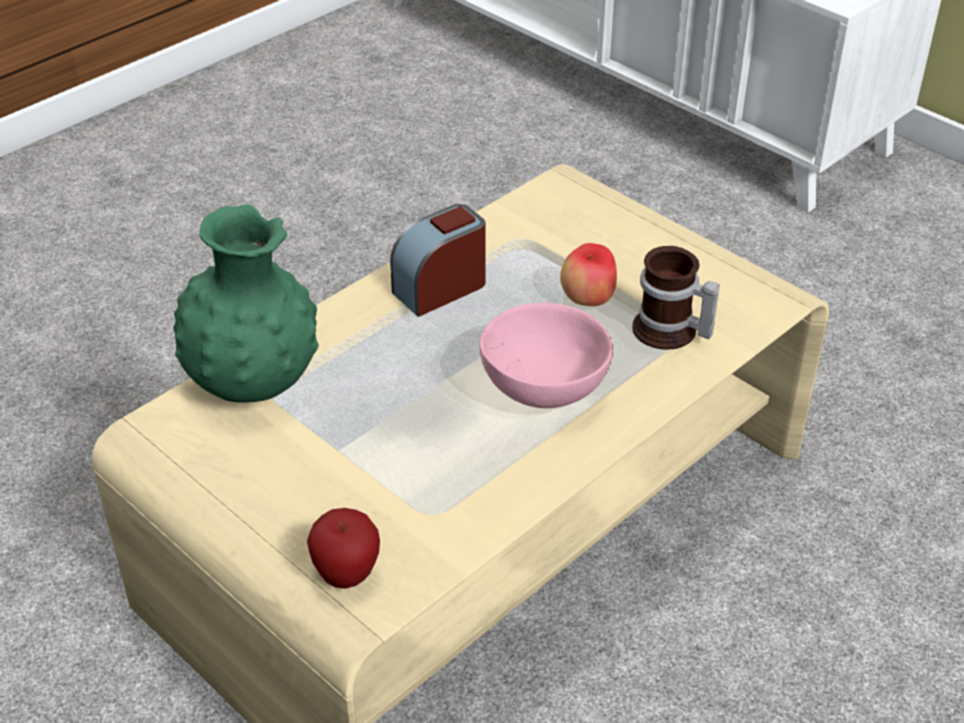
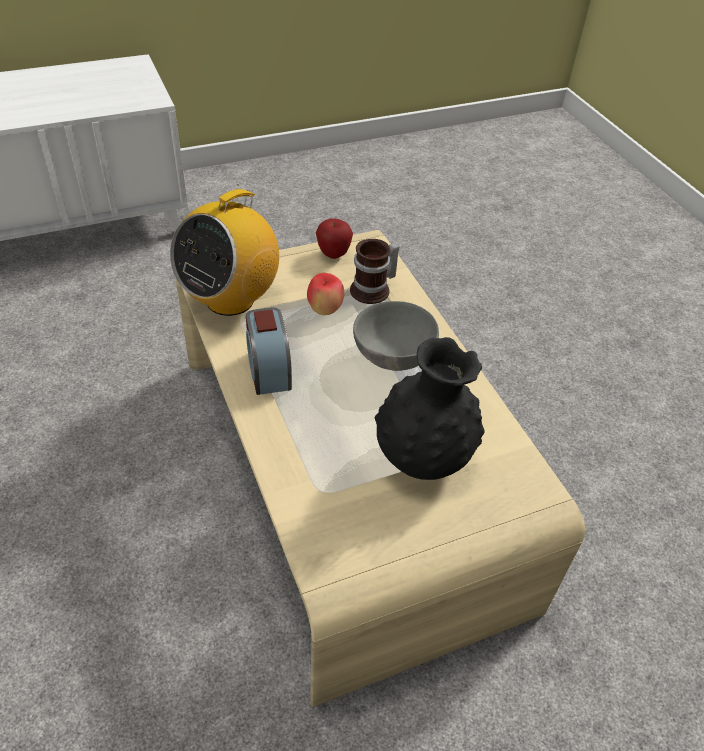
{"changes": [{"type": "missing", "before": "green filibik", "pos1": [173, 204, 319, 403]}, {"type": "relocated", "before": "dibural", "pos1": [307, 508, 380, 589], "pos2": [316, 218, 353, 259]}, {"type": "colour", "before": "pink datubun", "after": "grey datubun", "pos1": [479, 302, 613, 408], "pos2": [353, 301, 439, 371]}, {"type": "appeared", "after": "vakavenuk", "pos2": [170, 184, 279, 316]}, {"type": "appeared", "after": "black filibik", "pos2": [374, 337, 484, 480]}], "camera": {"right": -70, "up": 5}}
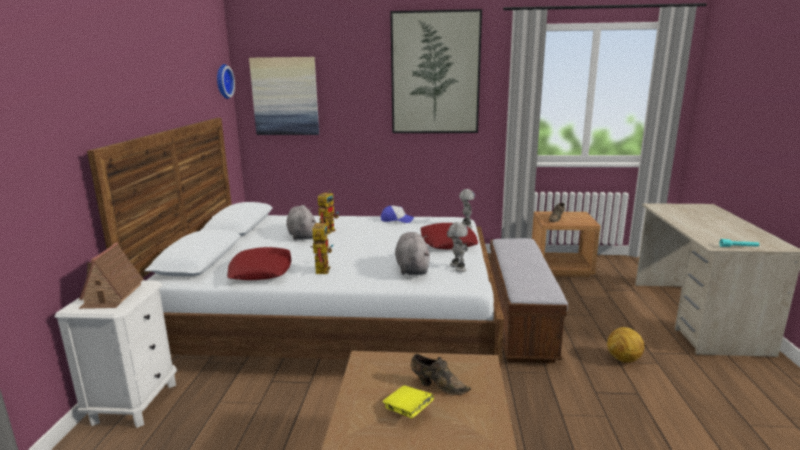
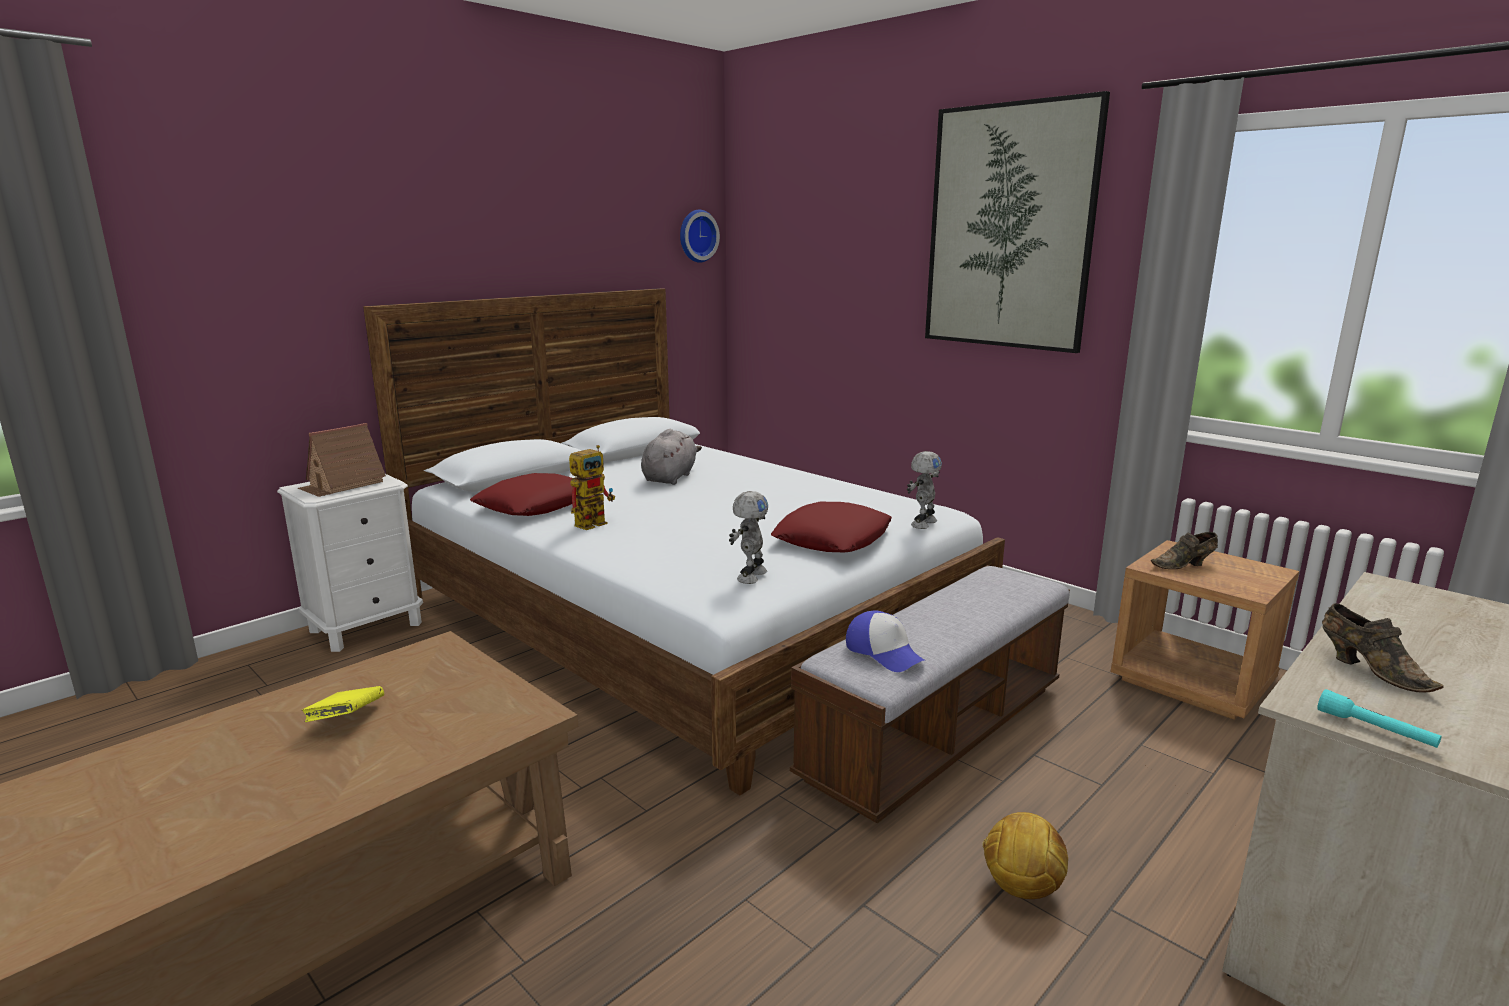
{"changes": [{"type": "missing", "before": "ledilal", "pos1": [249, 57, 319, 135]}, {"type": "missing", "before": "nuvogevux", "pos1": [318, 190, 339, 234]}, {"type": "relocated", "before": "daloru", "pos1": [381, 206, 414, 223], "pos2": [846, 610, 926, 672]}, {"type": "missing", "before": "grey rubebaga", "pos1": [395, 232, 430, 275]}, {"type": "relocated", "before": "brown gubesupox", "pos1": [411, 354, 471, 395], "pos2": [1322, 603, 1444, 693]}], "camera": {"right": 40, "up": 0}}
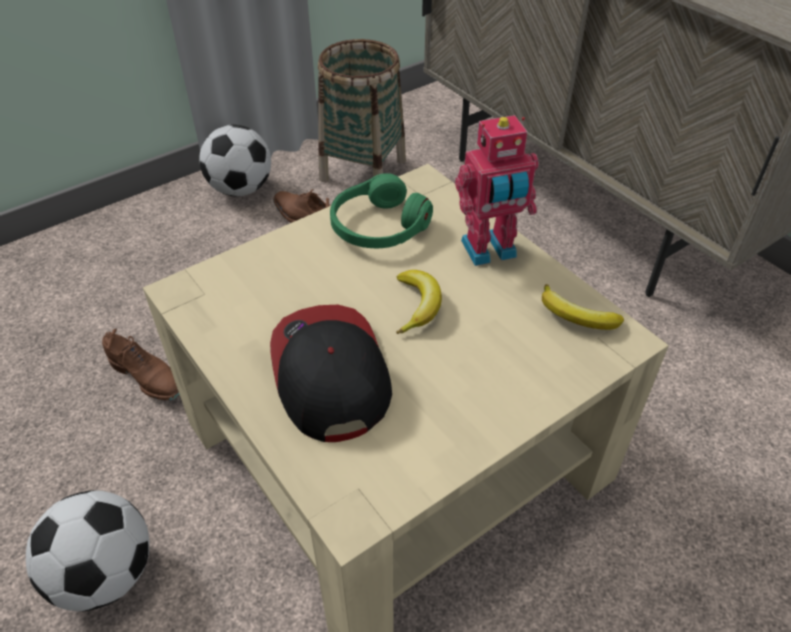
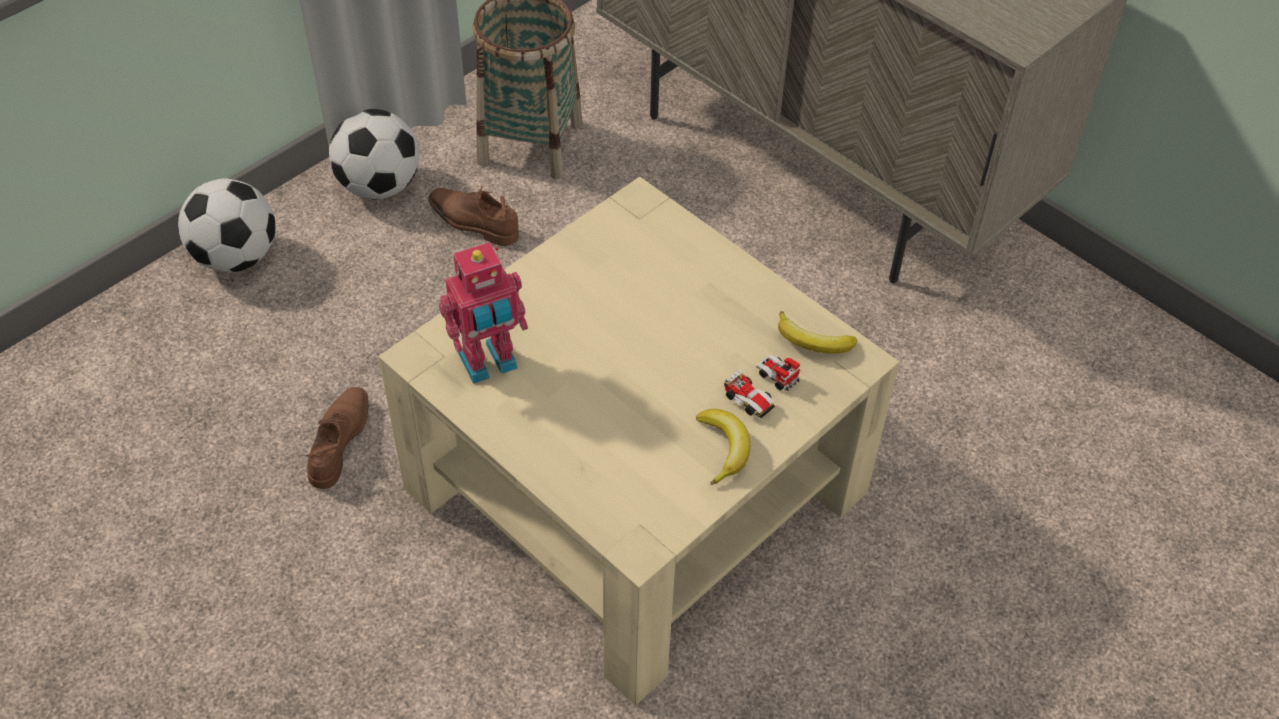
{"changes": [{"type": "relocated", "before": "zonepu", "pos1": [26, 490, 149, 611], "pos2": [178, 178, 275, 272]}, {"type": "spun", "before": "brown gubesupox", "pos1": [102, 329, 180, 401], "pos2": [306, 387, 368, 489], "turn": -105}, {"type": "missing", "before": "daloru", "pos1": [270, 305, 392, 442]}, {"type": "missing", "before": "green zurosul", "pos1": [330, 173, 433, 248]}, {"type": "relocated", "before": "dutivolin", "pos1": [396, 270, 442, 334], "pos2": [696, 409, 750, 485]}, {"type": "relocated", "before": "nuvogevux", "pos1": [455, 115, 538, 266], "pos2": [439, 242, 528, 384]}, {"type": "appeared", "after": "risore", "pos2": [724, 354, 800, 419]}], "camera": {"right": -10, "up": 5}}
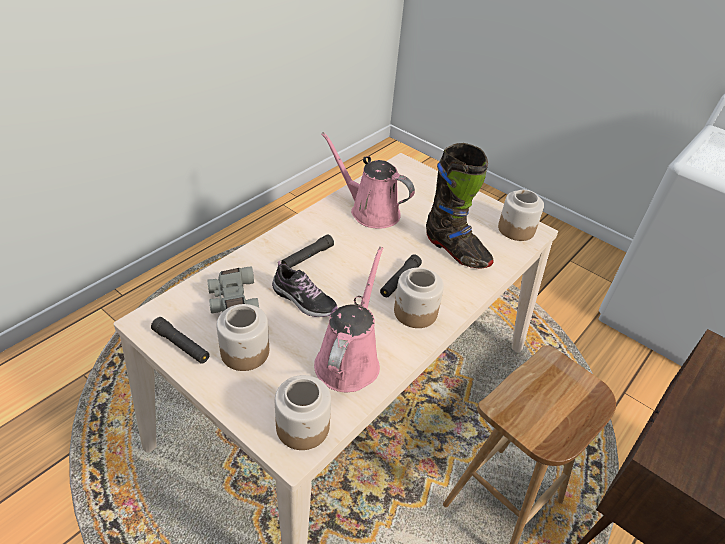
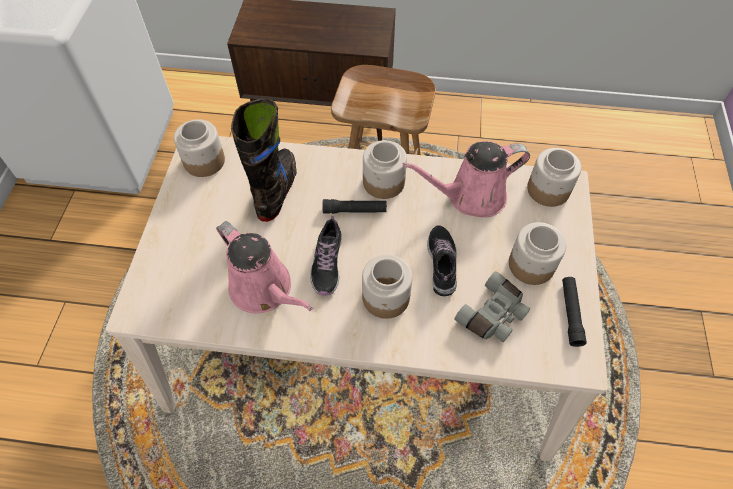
{"changes": [{"type": "exchanged", "before": "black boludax", "after": "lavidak", "pos1": [281, 234, 334, 268], "pos2": [362, 255, 412, 319]}, {"type": "spun", "before": "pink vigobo", "pos1": [321, 132, 415, 229], "pos2": [216, 221, 313, 313], "turn": -45}, {"type": "appeared", "after": "gubesupox", "pos2": [310, 215, 342, 295]}], "camera": {"right": -120, "up": 15}}
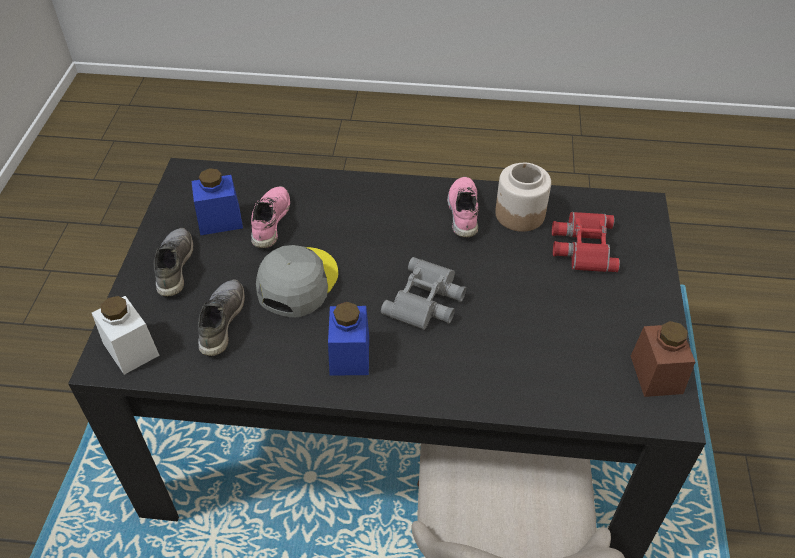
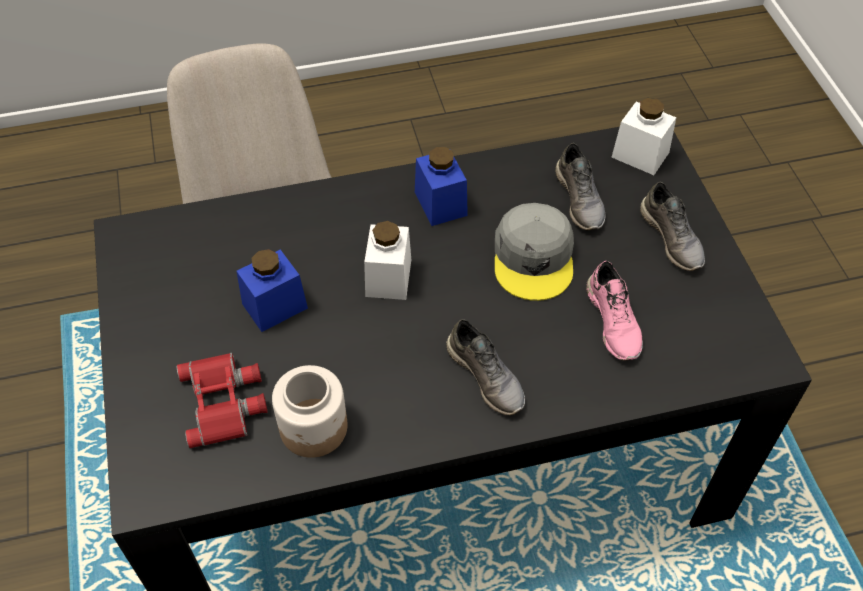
{"changes": [{"type": "relocated", "before": "blue lavidak", "pos1": [191, 168, 243, 236], "pos2": [236, 249, 308, 332]}, {"type": "exchanged", "before": "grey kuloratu", "after": "white lavidak", "pos1": [381, 257, 466, 330], "pos2": [364, 221, 411, 300]}, {"type": "missing", "before": "pink gubesupox", "pos1": [447, 177, 478, 238]}, {"type": "missing", "before": "brown lavidak", "pos1": [631, 321, 695, 397]}, {"type": "appeared", "after": "grey gubesupox", "pos2": [446, 319, 525, 416]}], "camera": {"right": 160, "up": 5}}
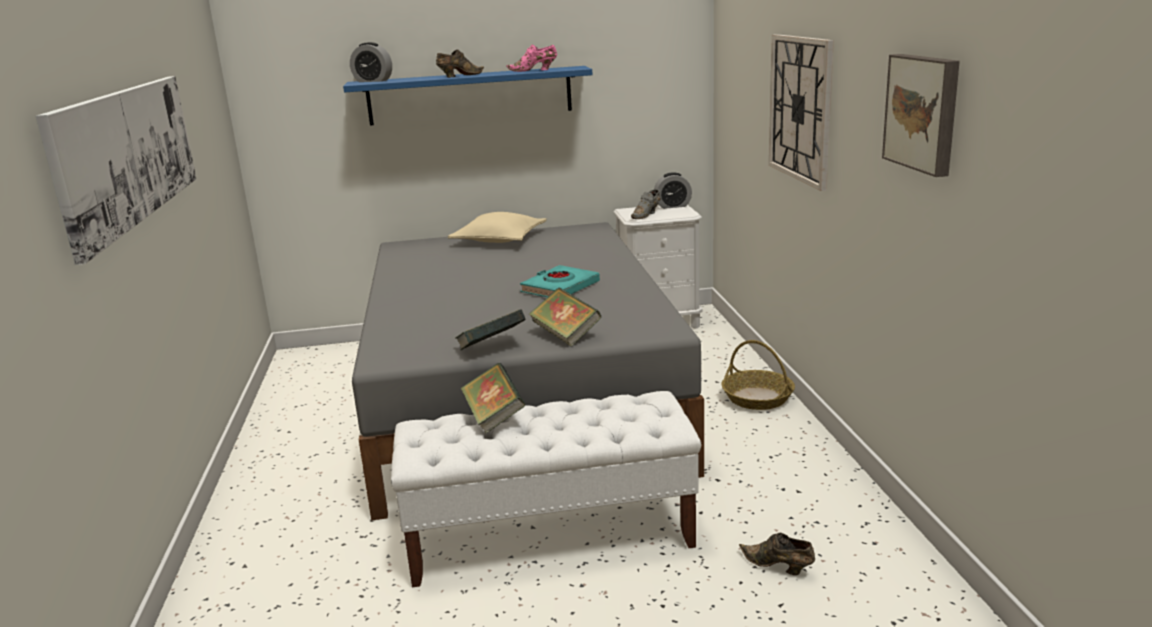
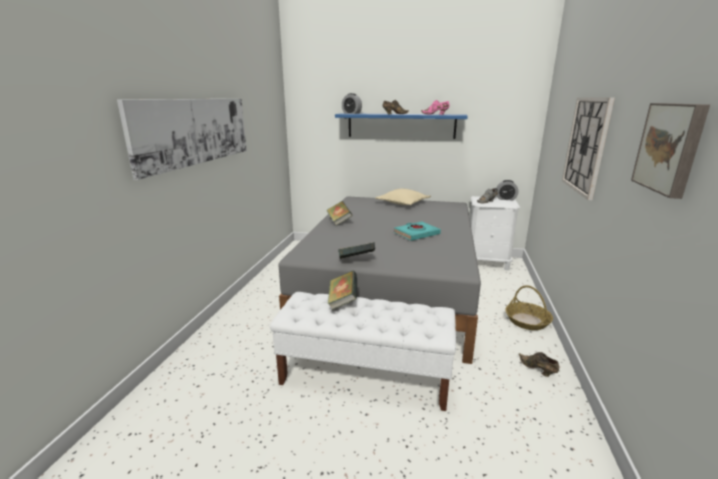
{"changes": [{"type": "relocated", "before": "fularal", "pos1": [529, 288, 601, 347], "pos2": [327, 201, 353, 226]}, {"type": "relocated", "before": "brown gubesupox", "pos1": [739, 533, 815, 575], "pos2": [519, 352, 559, 377]}], "camera": {"right": 20, "up": 0}}
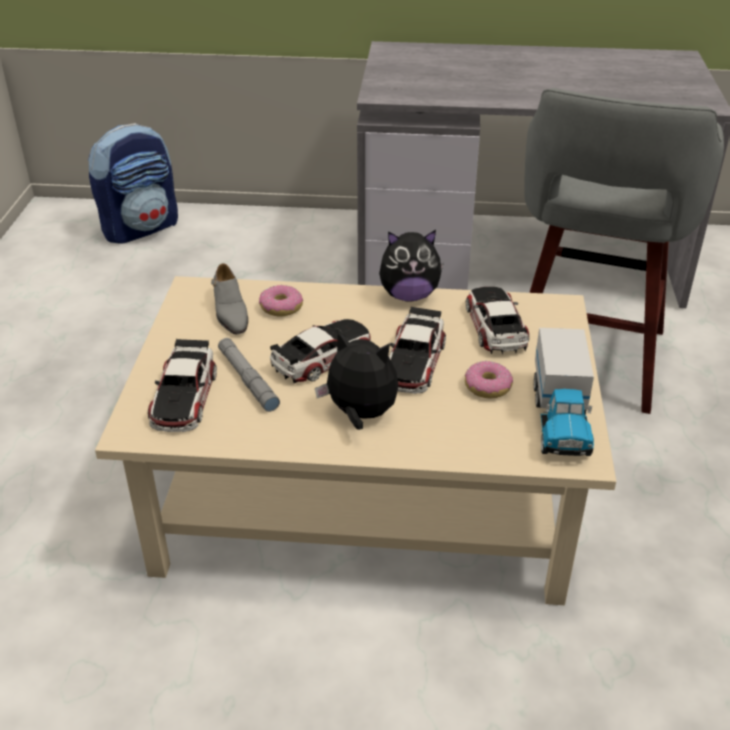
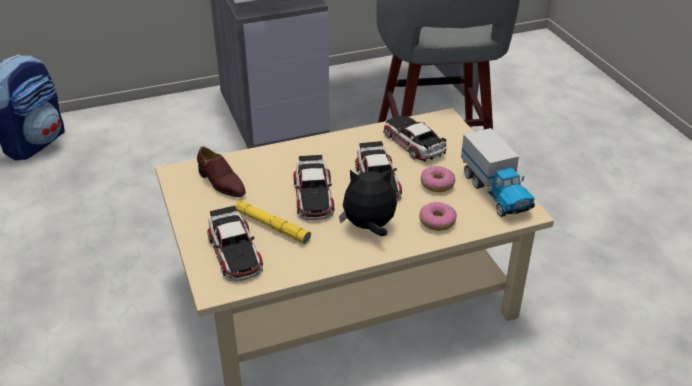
{"changes": [{"type": "colour", "before": "grey gubesupox", "after": "brown gubesupox", "pos1": [211, 263, 248, 334], "pos2": [197, 147, 246, 197]}, {"type": "colour", "before": "grey boludax", "after": "yellow boludax", "pos1": [218, 338, 280, 412], "pos2": [236, 200, 311, 244]}, {"type": "relocated", "before": "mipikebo", "pos1": [259, 285, 303, 317], "pos2": [419, 202, 457, 231]}, {"type": "spun", "before": "risore", "pos1": [270, 319, 371, 384], "pos2": [293, 155, 334, 220], "turn": 150}, {"type": "missing", "before": "rubebaga", "pos1": [379, 230, 444, 302]}], "camera": {"right": -25, "up": 0}}
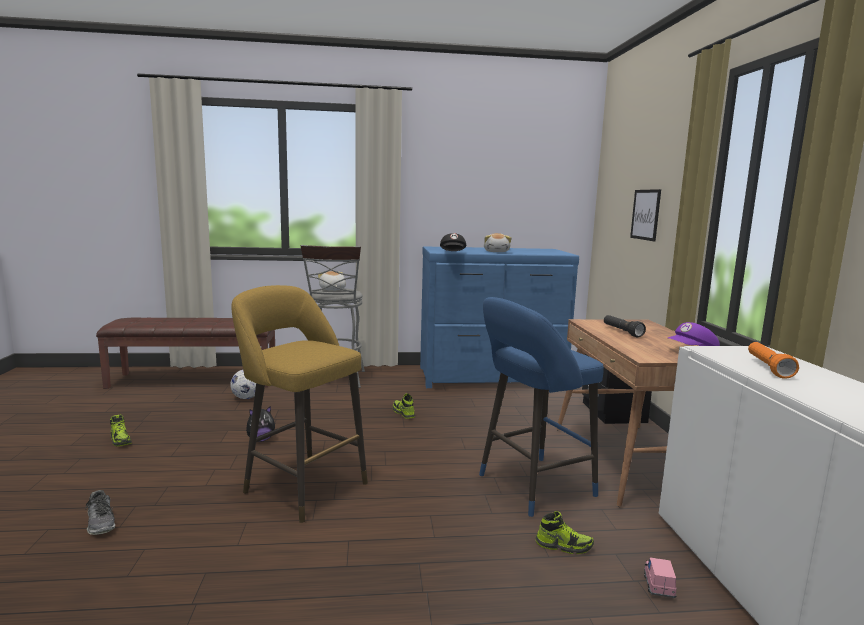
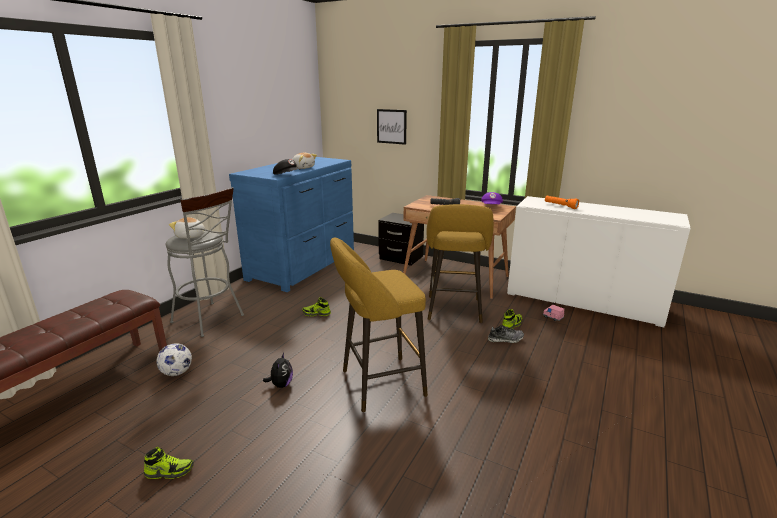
{"changes": [{"type": "relocated", "before": "gubesupox", "pos1": [86, 490, 115, 535], "pos2": [488, 325, 524, 343]}, {"type": "colour", "before": "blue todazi", "after": "yellow todazi", "pos1": [479, 297, 604, 517], "pos2": [427, 204, 494, 323]}], "camera": {"right": -55, "up": 10}}
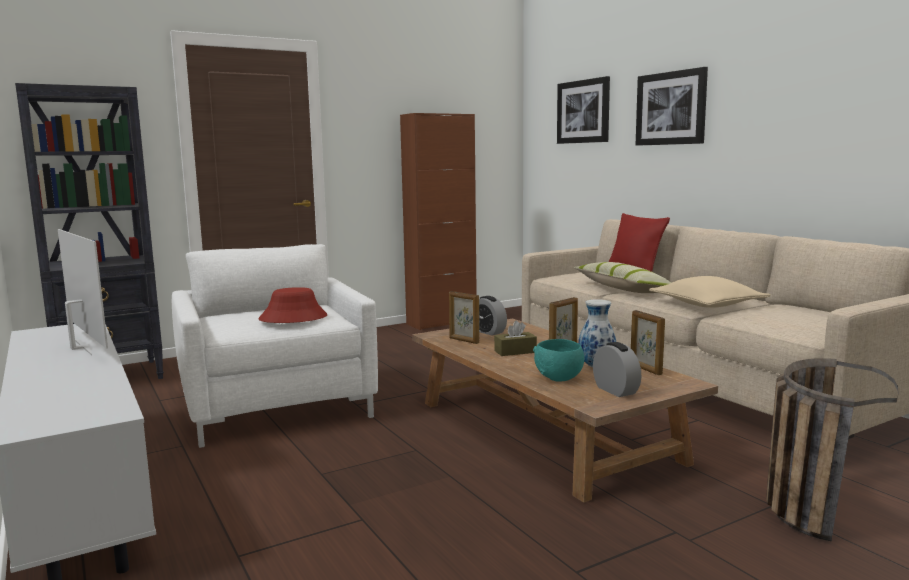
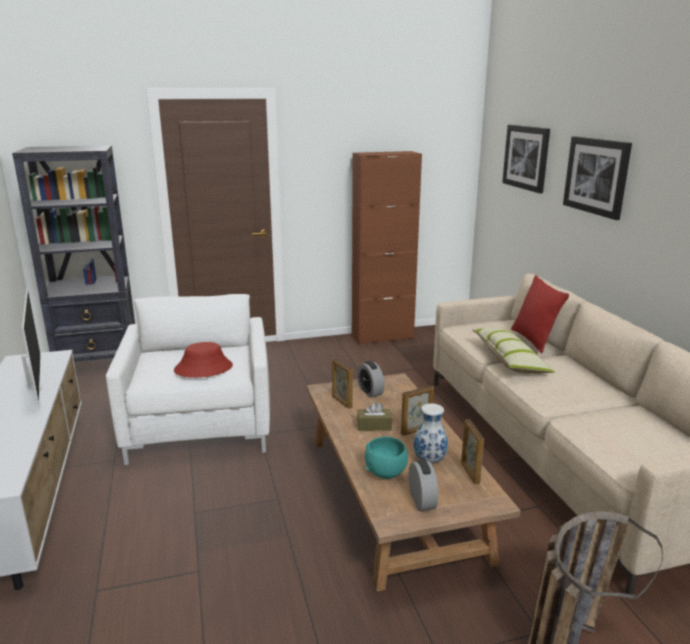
{"changes": [{"type": "missing", "before": "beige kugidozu", "pos1": [649, 276, 771, 308]}], "camera": {"right": 15, "up": 10}}
